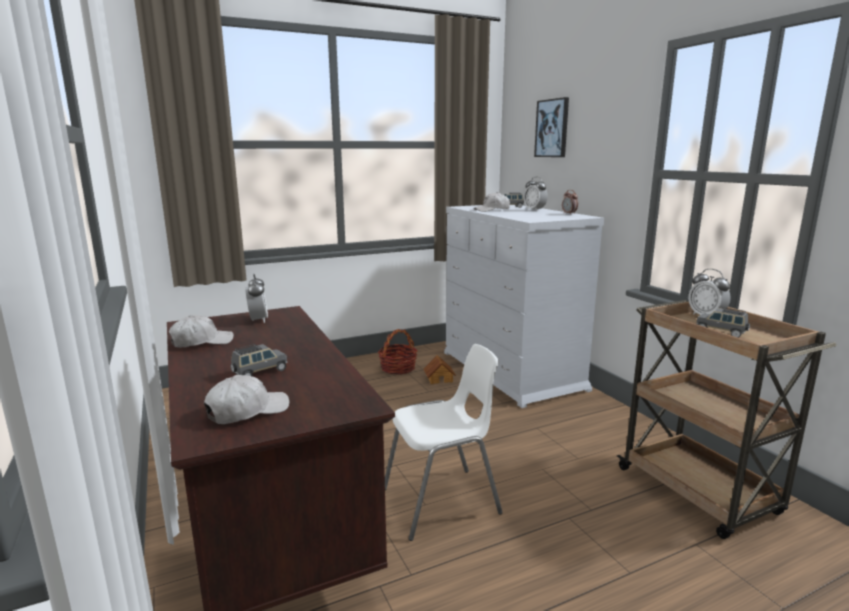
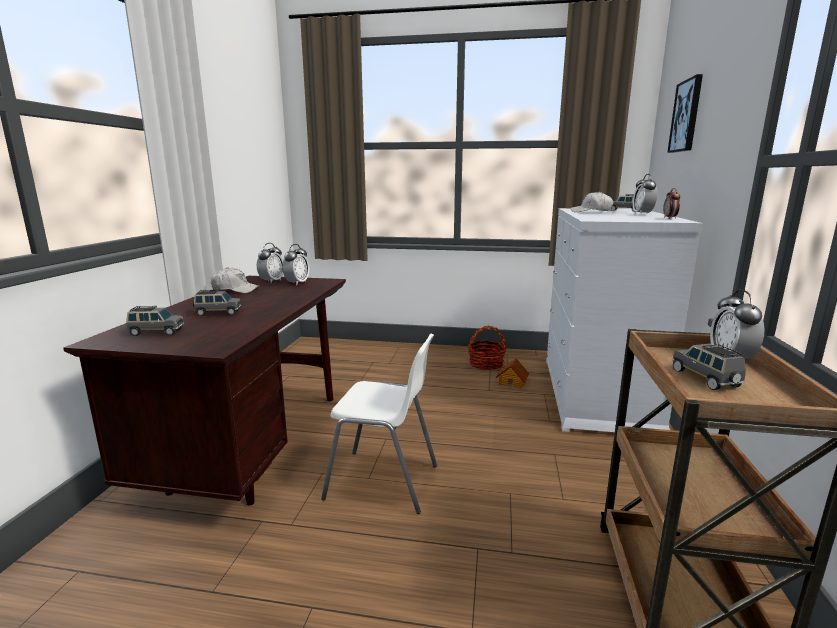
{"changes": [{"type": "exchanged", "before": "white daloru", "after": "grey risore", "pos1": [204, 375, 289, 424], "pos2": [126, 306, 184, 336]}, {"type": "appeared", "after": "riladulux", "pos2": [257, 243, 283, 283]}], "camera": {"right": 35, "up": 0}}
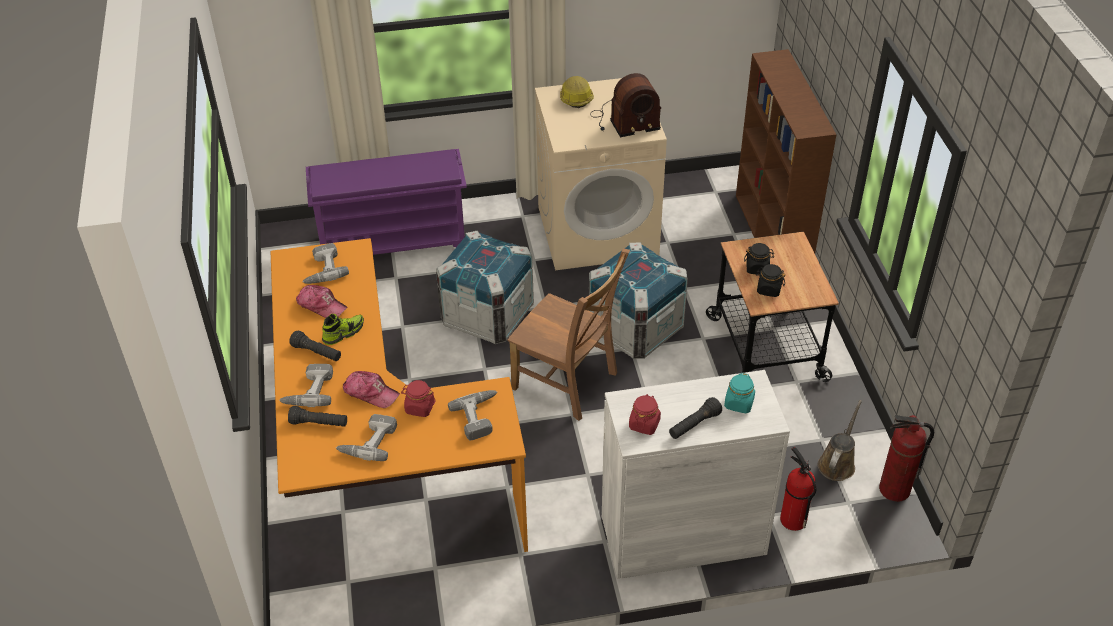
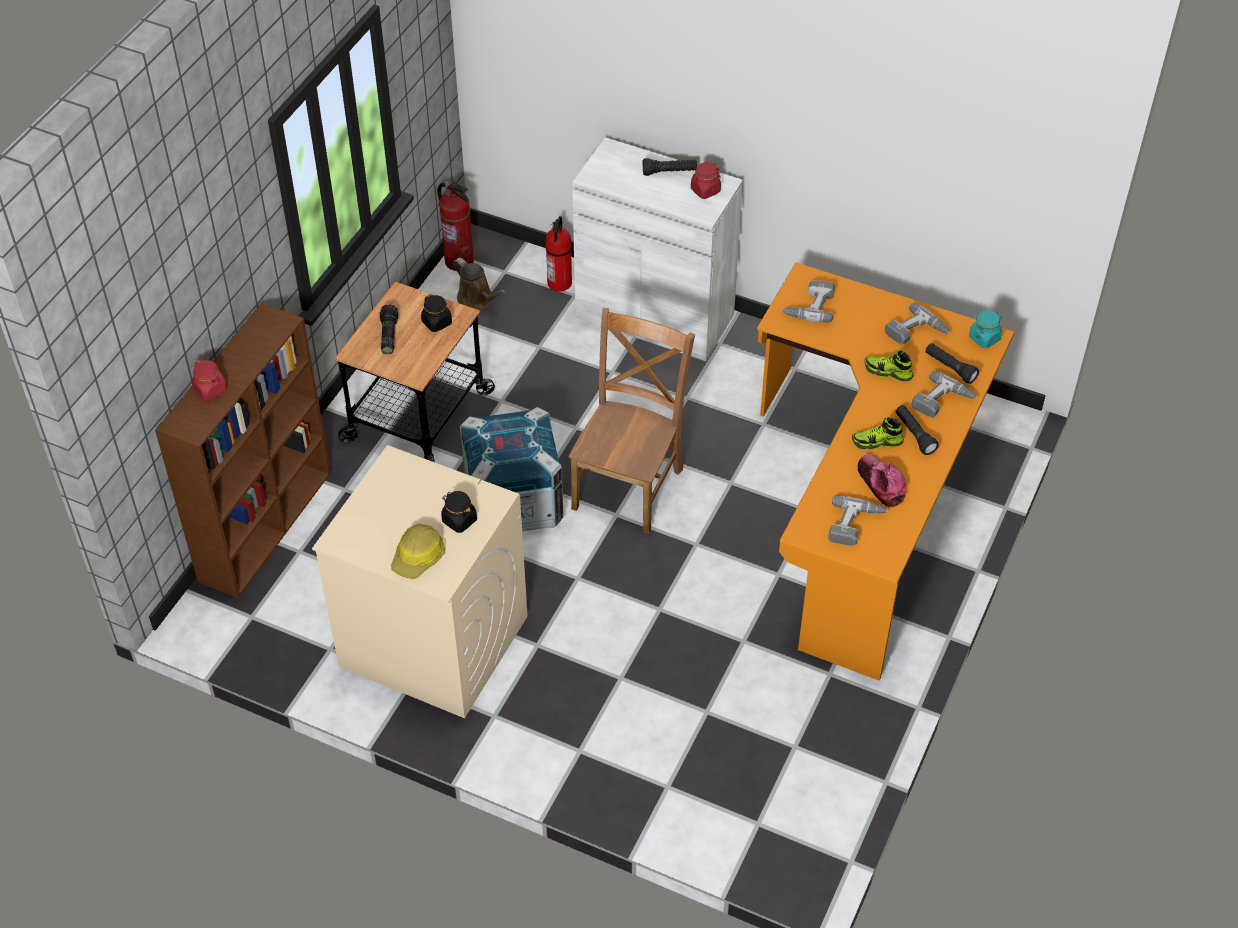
{"changes": [{"type": "missing", "before": "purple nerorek", "pos1": [306, 149, 467, 255]}, {"type": "exchanged", "before": "daloru", "after": "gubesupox", "pos1": [343, 371, 400, 408], "pos2": [864, 350, 914, 382]}, {"type": "relocated", "before": "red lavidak", "pos1": [401, 380, 436, 417], "pos2": [192, 359, 227, 401]}, {"type": "missing", "before": "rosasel", "pos1": [436, 231, 534, 344]}, {"type": "spun", "before": "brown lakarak", "pos1": [507, 248, 630, 421], "pos2": [568, 308, 695, 534], "turn": 45}, {"type": "missing", "before": "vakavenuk", "pos1": [590, 73, 661, 137]}, {"type": "relocated", "before": "turquoise lavidak", "pos1": [724, 373, 755, 413], "pos2": [969, 310, 1002, 348]}, {"type": "relocated", "before": "black lavidak", "pos1": [744, 243, 774, 275], "pos2": [441, 491, 477, 533]}, {"type": "spun", "before": "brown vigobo", "pos1": [817, 400, 862, 481], "pos2": [453, 258, 506, 310], "turn": -105}, {"type": "appeared", "after": "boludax", "pos2": [380, 304, 399, 354]}], "camera": {"right": -145, "up": 5}}
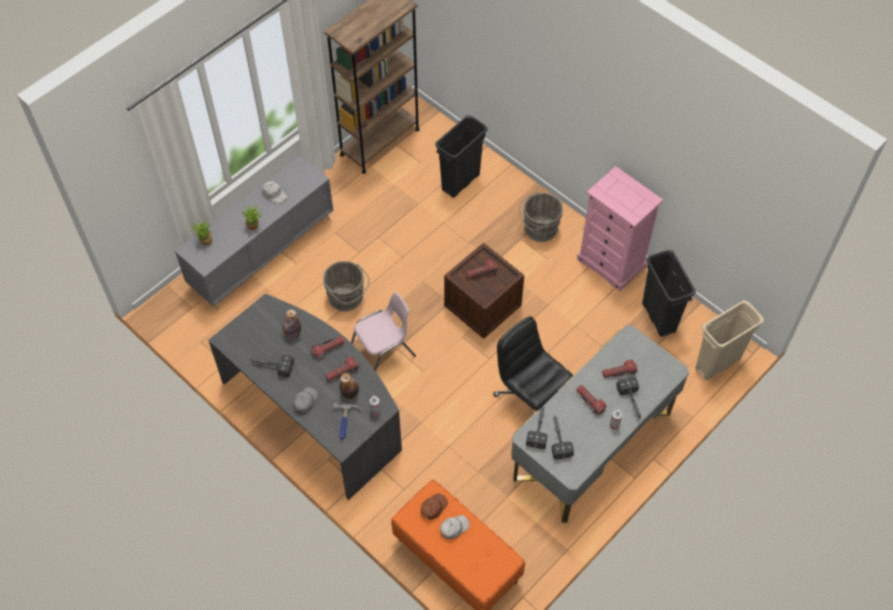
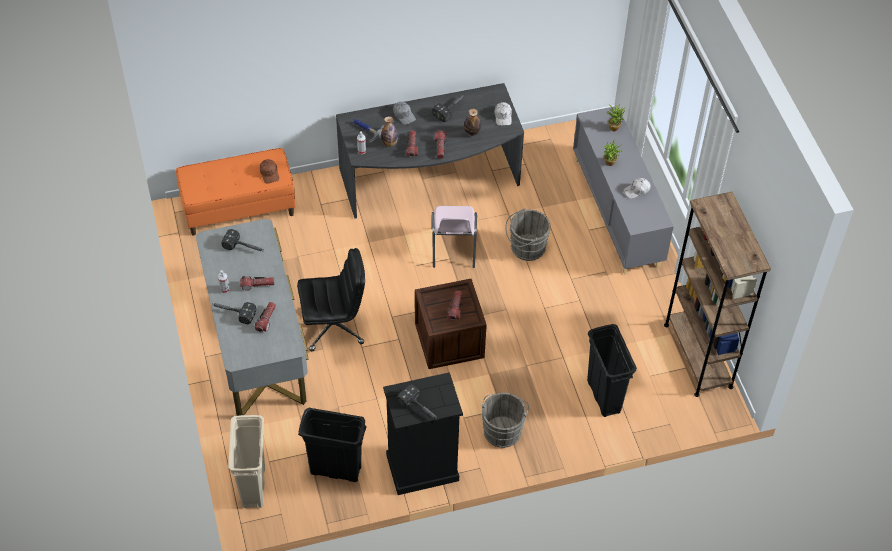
{"changes": [{"type": "relocated", "before": "white daloru", "pos1": [440, 515, 470, 539], "pos2": [494, 102, 512, 126]}, {"type": "relocated", "before": "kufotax", "pos1": [526, 405, 548, 449], "pos2": [397, 385, 439, 420]}, {"type": "colour", "before": "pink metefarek", "after": "black metefarek", "pos1": [577, 166, 663, 291], "pos2": [383, 372, 463, 495]}], "camera": {"right": 120, "up": -5}}
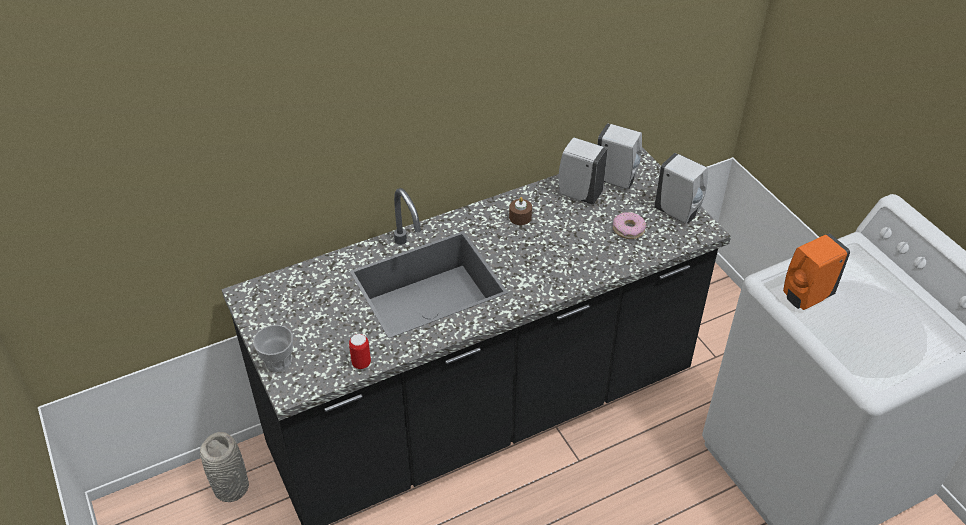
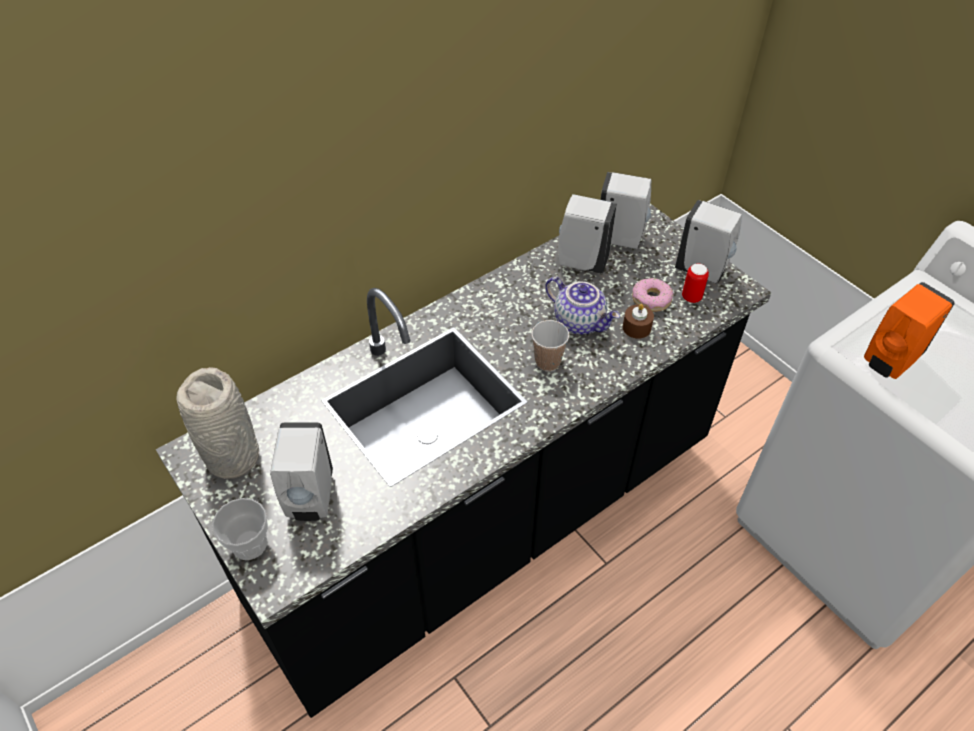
{"changes": [{"type": "relocated", "before": "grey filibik", "pos1": [200, 432, 249, 502], "pos2": [176, 367, 259, 479]}, {"type": "relocated", "before": "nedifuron", "pos1": [349, 334, 371, 369], "pos2": [682, 263, 709, 303]}, {"type": "relocated", "before": "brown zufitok", "pos1": [509, 197, 532, 225], "pos2": [623, 304, 654, 339]}, {"type": "appeared", "after": "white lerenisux", "pos2": [270, 423, 333, 521]}, {"type": "appeared", "after": "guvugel", "pos2": [531, 320, 569, 371]}, {"type": "appeared", "after": "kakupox", "pos2": [545, 277, 620, 335]}], "camera": {"right": -10, "up": 5}}
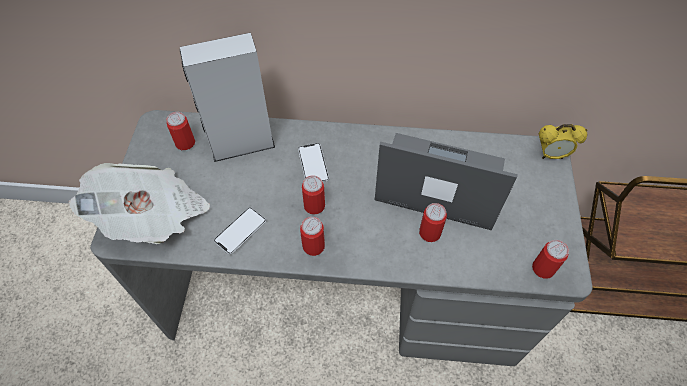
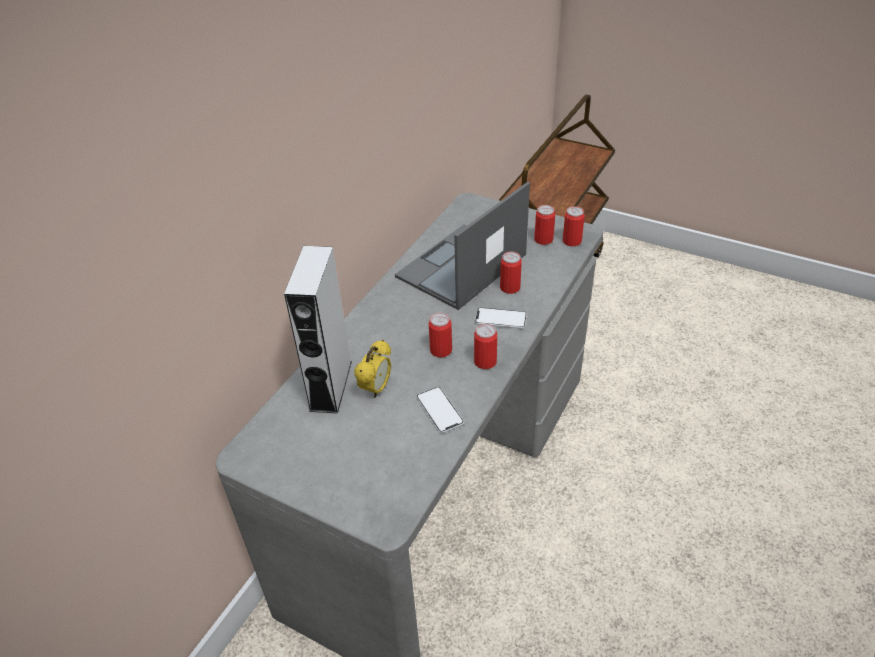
{"changes": [{"type": "missing", "before": "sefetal", "pos1": [68, 163, 210, 244]}, {"type": "relocated", "before": "nedifuron", "pos1": [167, 112, 195, 150], "pos2": [534, 205, 555, 245]}, {"type": "relocated", "before": "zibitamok", "pos1": [298, 143, 329, 182], "pos2": [475, 307, 527, 329]}, {"type": "relocated", "before": "riladulux", "pos1": [539, 124, 587, 159], "pos2": [354, 340, 391, 398]}], "camera": {"right": -65, "up": -15}}
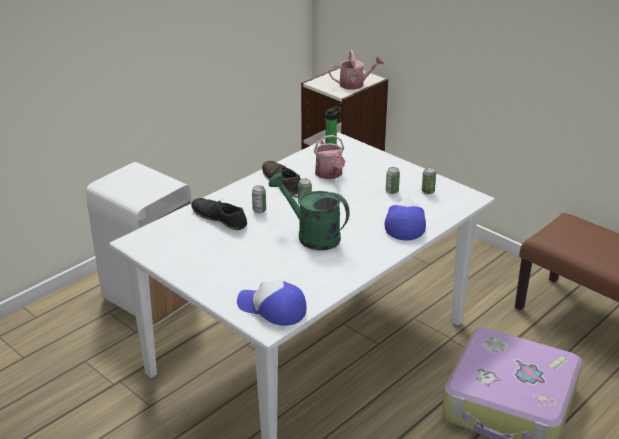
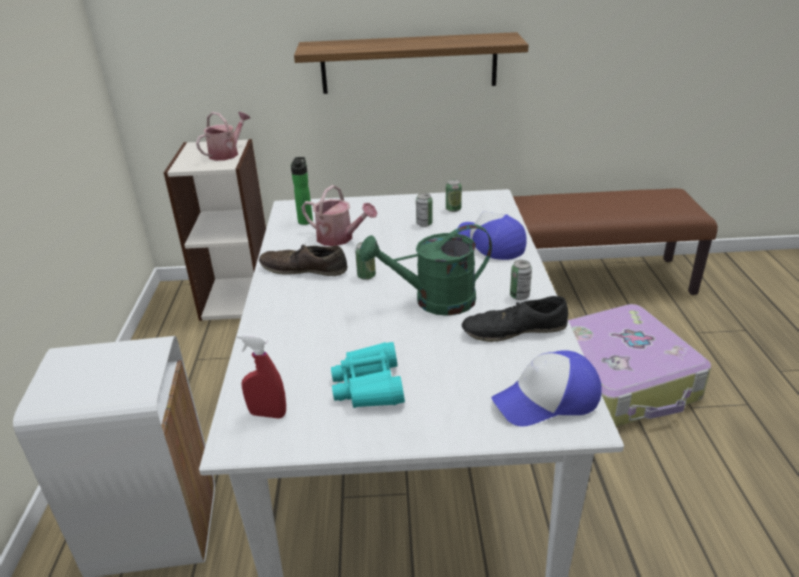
{"changes": [{"type": "relocated", "before": "black gubesupox", "pos1": [191, 198, 247, 230], "pos2": [462, 296, 568, 342]}, {"type": "relocated", "before": "nedifuron", "pos1": [252, 185, 266, 213], "pos2": [510, 260, 532, 300]}, {"type": "appeared", "after": "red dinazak", "pos2": [236, 334, 286, 419]}, {"type": "appeared", "after": "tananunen", "pos2": [294, 32, 529, 94]}, {"type": "appeared", "after": "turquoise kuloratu", "pos2": [331, 342, 405, 408]}], "camera": {"right": -45, "up": 0}}
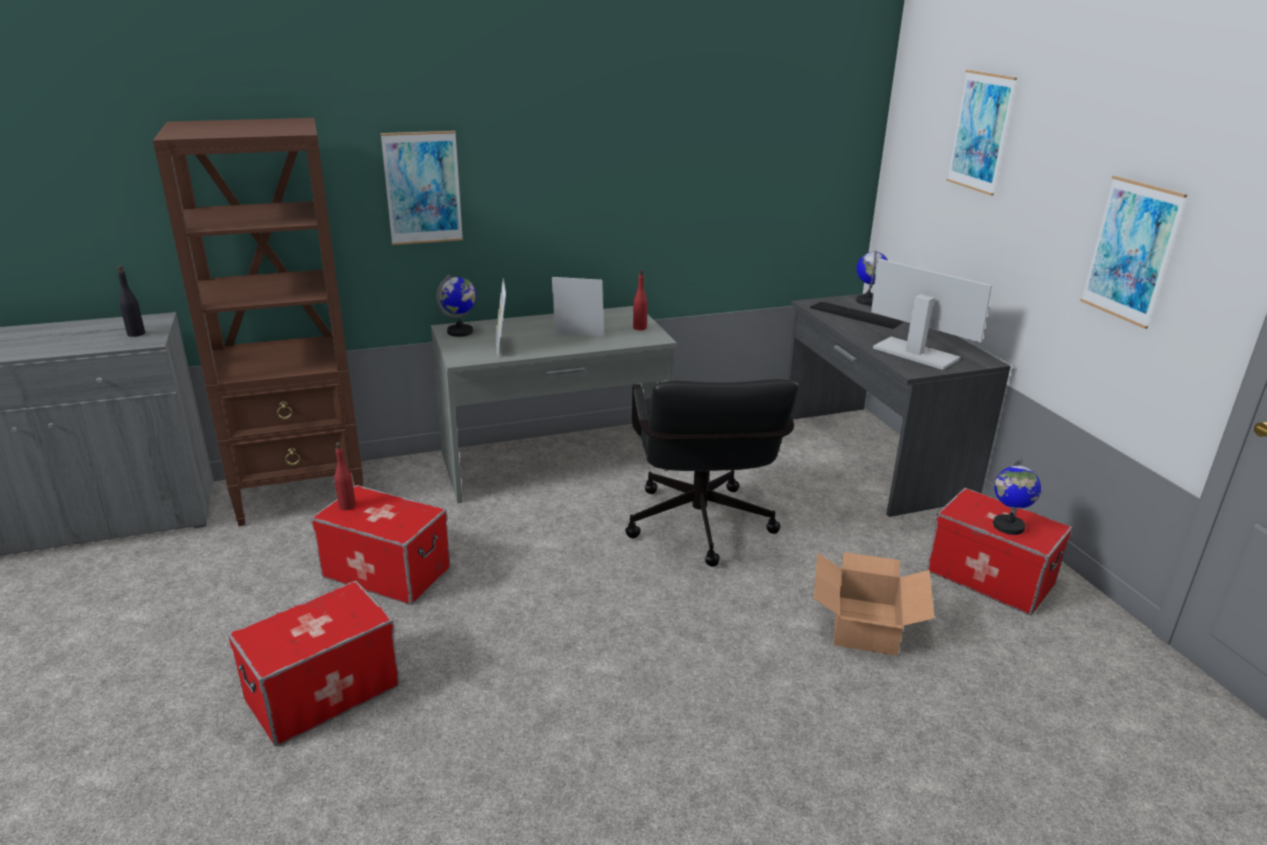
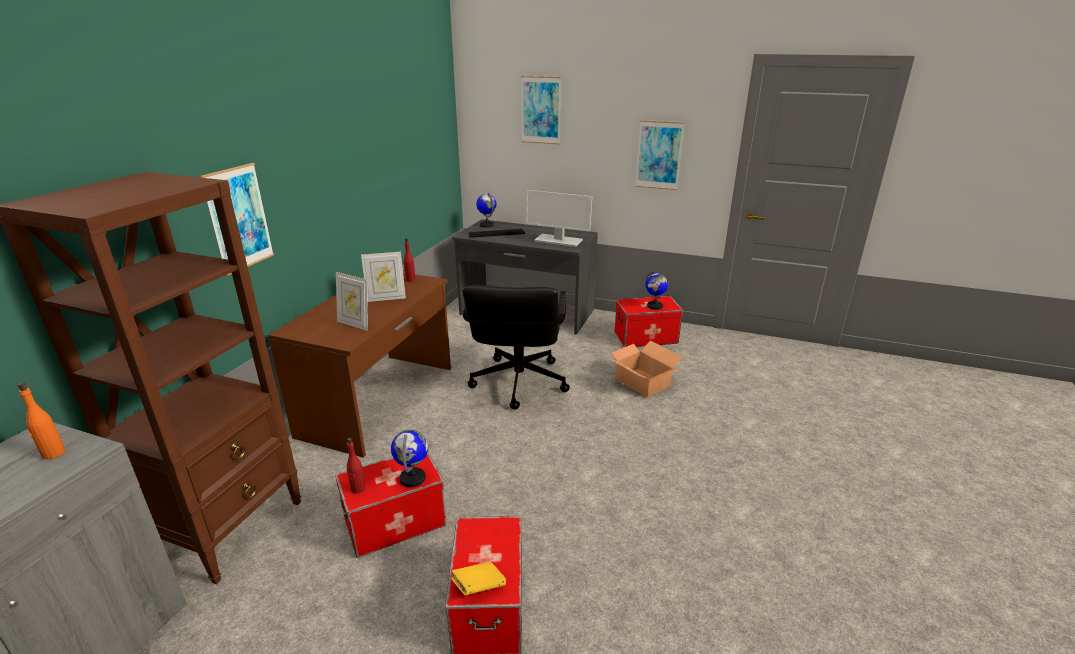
{"changes": [{"type": "colour", "before": "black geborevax", "after": "orange geborevax", "pos1": [117, 265, 145, 337], "pos2": [18, 382, 66, 459]}, {"type": "colour", "before": "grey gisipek", "after": "brown gisipek", "pos1": [431, 306, 677, 504], "pos2": [268, 273, 451, 458]}, {"type": "relocated", "before": "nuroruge", "pos1": [436, 274, 477, 337], "pos2": [391, 429, 428, 487]}, {"type": "spun", "before": "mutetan", "pos1": [552, 277, 604, 336], "pos2": [361, 252, 406, 302], "turn": -150}, {"type": "spun", "before": "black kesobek", "pos1": [625, 379, 799, 567], "pos2": [462, 285, 570, 410], "turn": 60}, {"type": "spun", "before": "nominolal", "pos1": [871, 258, 992, 370], "pos2": [525, 190, 592, 247], "turn": -150}, {"type": "appeared", "after": "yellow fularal", "pos2": [451, 562, 506, 596]}], "camera": {"right": -50, "up": 0}}
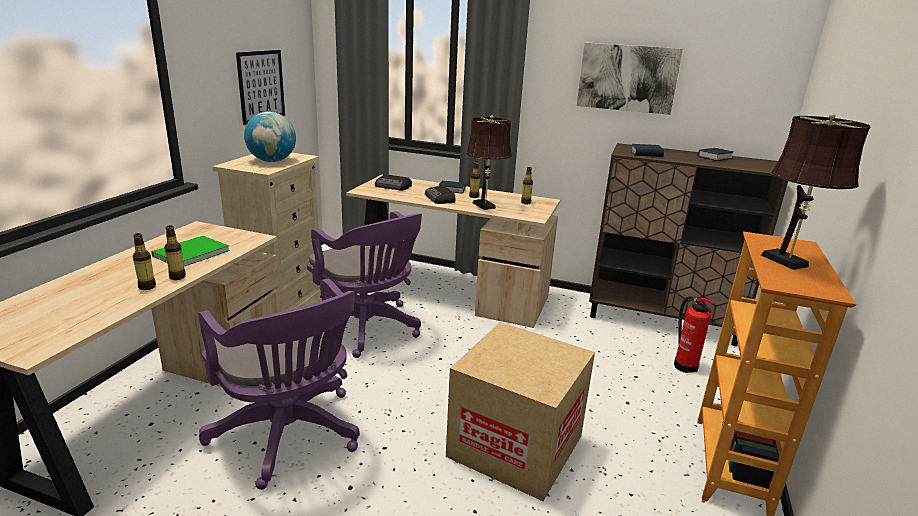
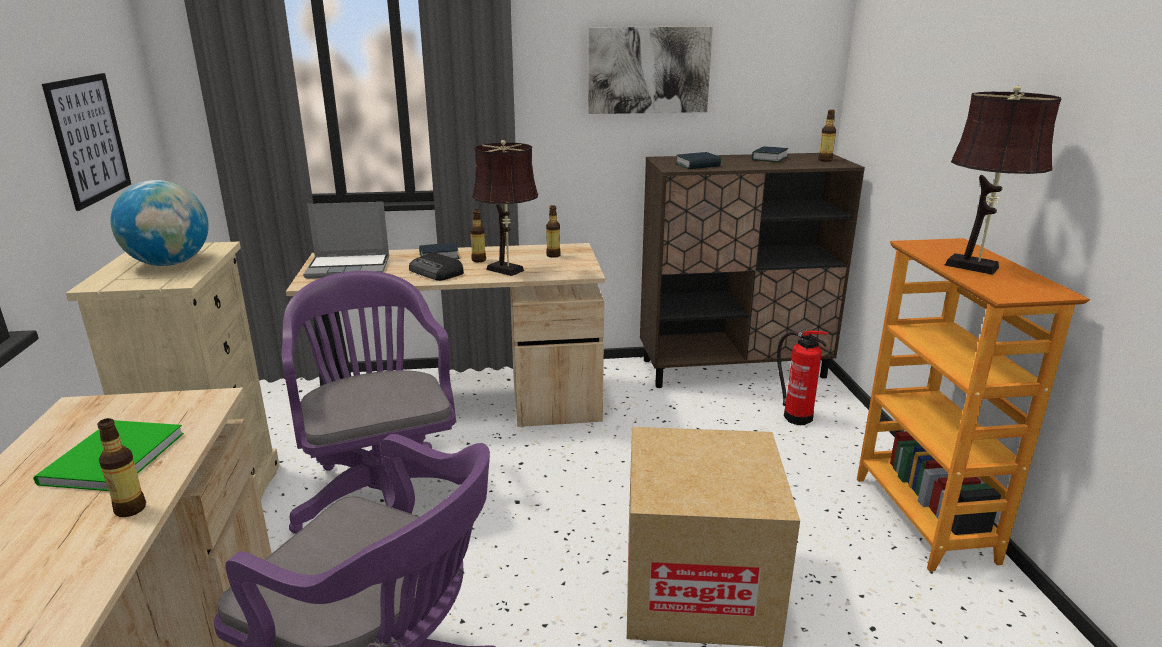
{"changes": [{"type": "relocated", "before": "geborevax", "pos1": [133, 233, 156, 290], "pos2": [818, 110, 836, 162]}, {"type": "spun", "before": "purple kesobek", "pos1": [307, 211, 422, 358], "pos2": [281, 271, 467, 534], "turn": -135}, {"type": "exchanged", "before": "vakavenuk", "after": "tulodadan", "pos1": [375, 174, 412, 191], "pos2": [303, 202, 389, 279]}], "camera": {"right": -25, "up": 0}}
